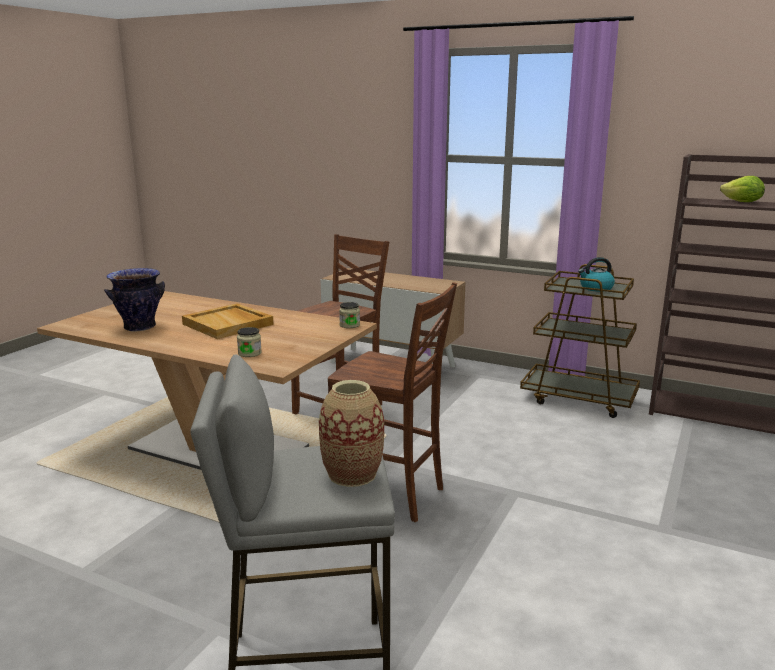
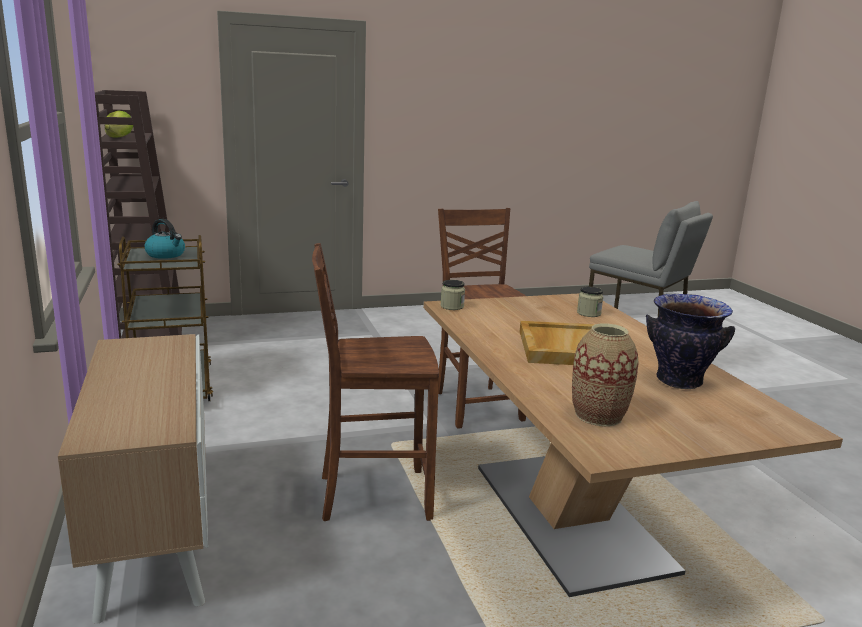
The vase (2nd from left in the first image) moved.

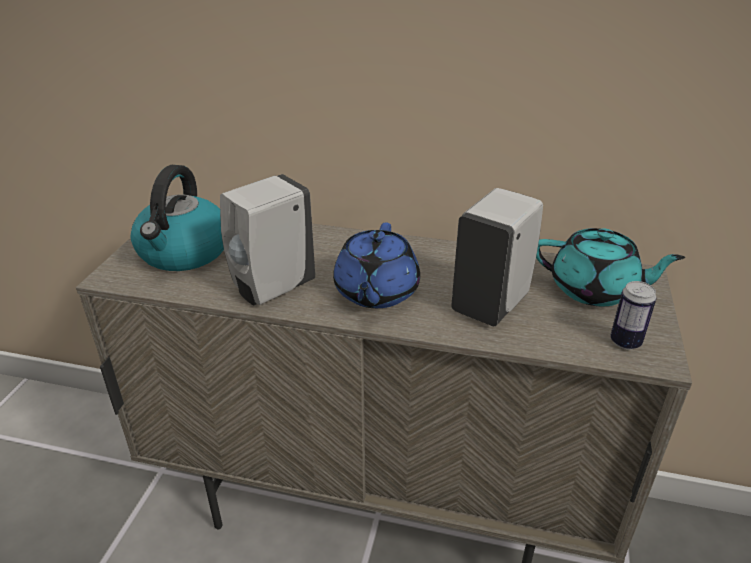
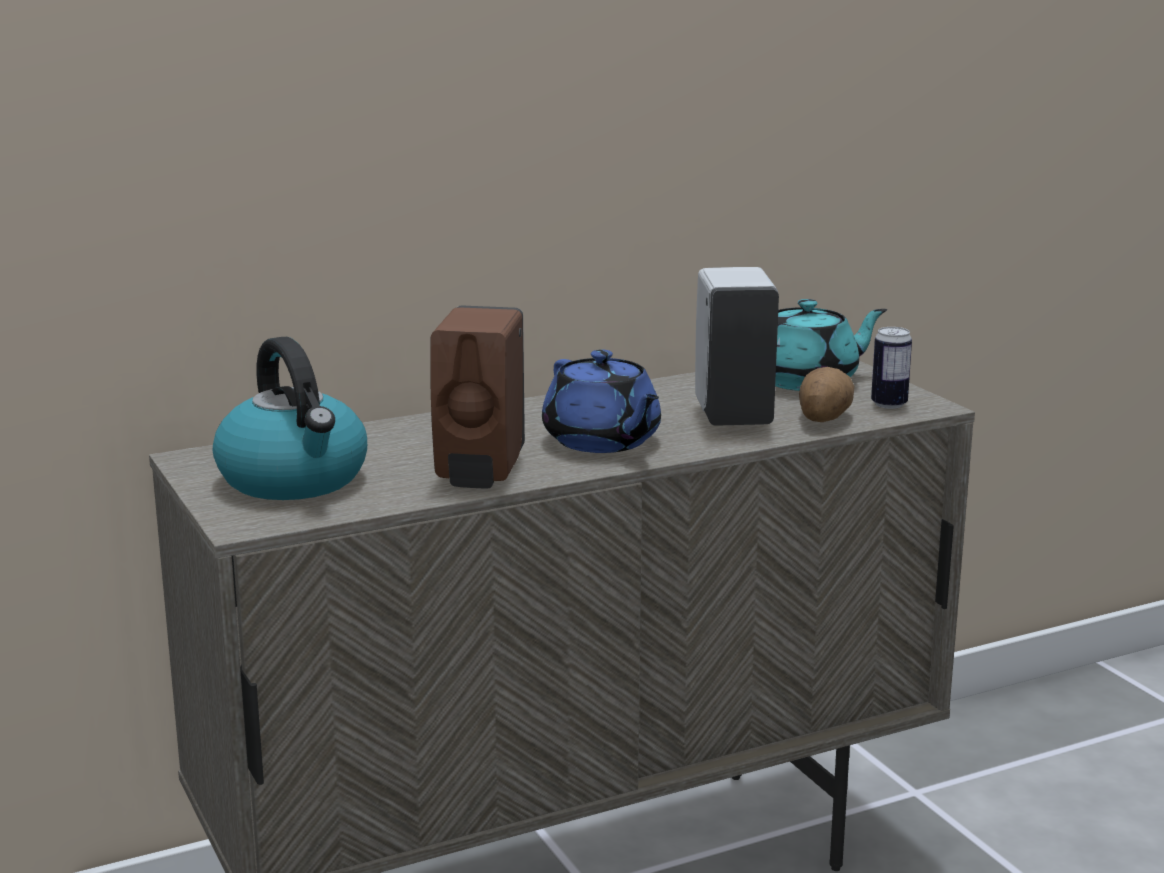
The potato appeared.
The white-coloured_soap_bottle (1st from left) became the brown_soap_bottle.

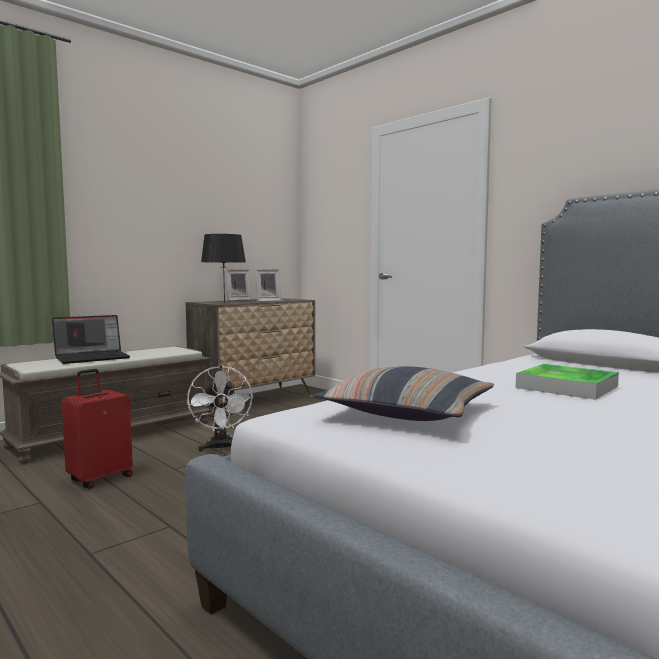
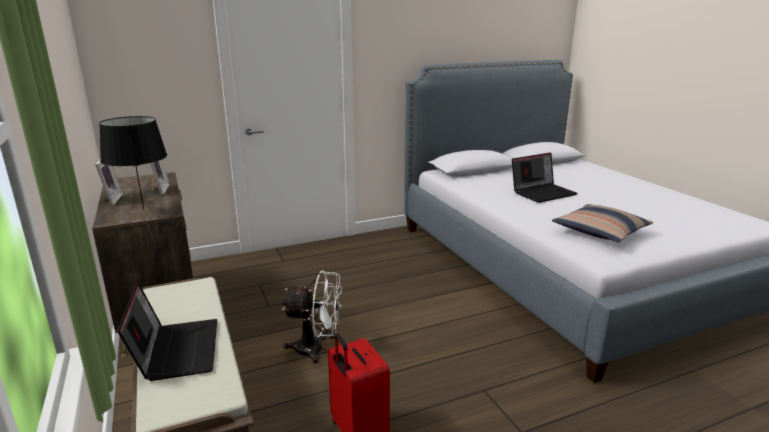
The serving_tray was replaced by the notebook_computer (2nd from left).

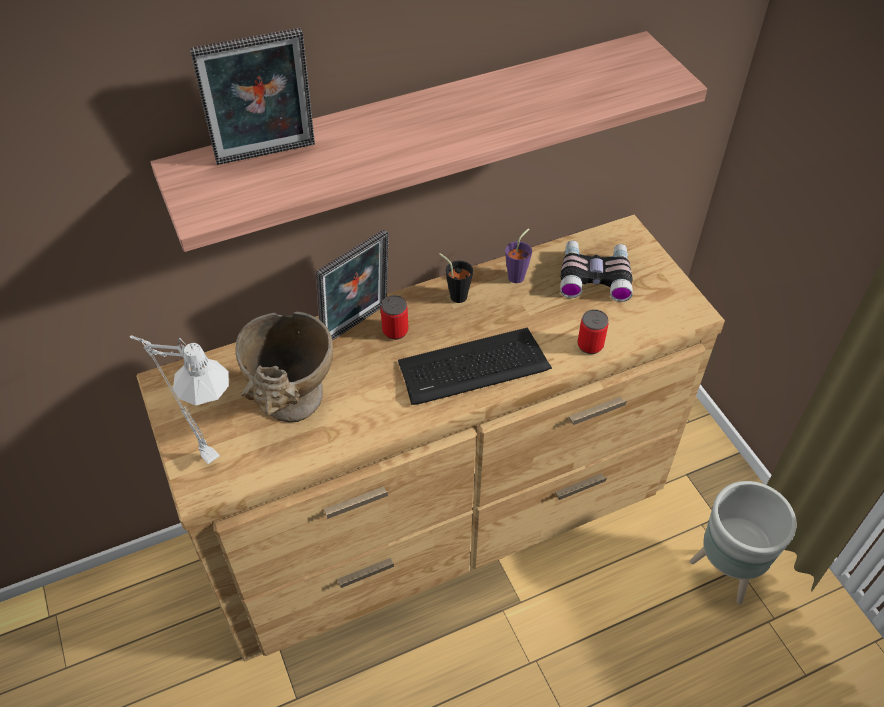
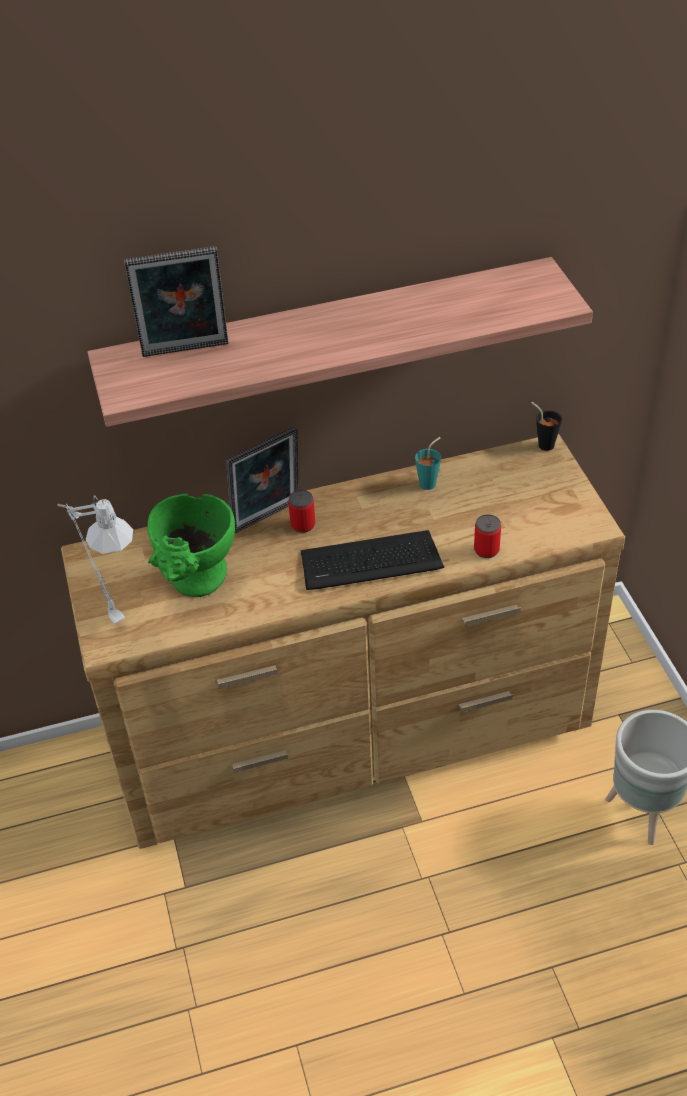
The pair_of_binoculars disappeared.
The black-coloured_cup moved.
The sand-coloured_vase became the green_vase.
The purplish_cup became the turquoise-coloured_cup.

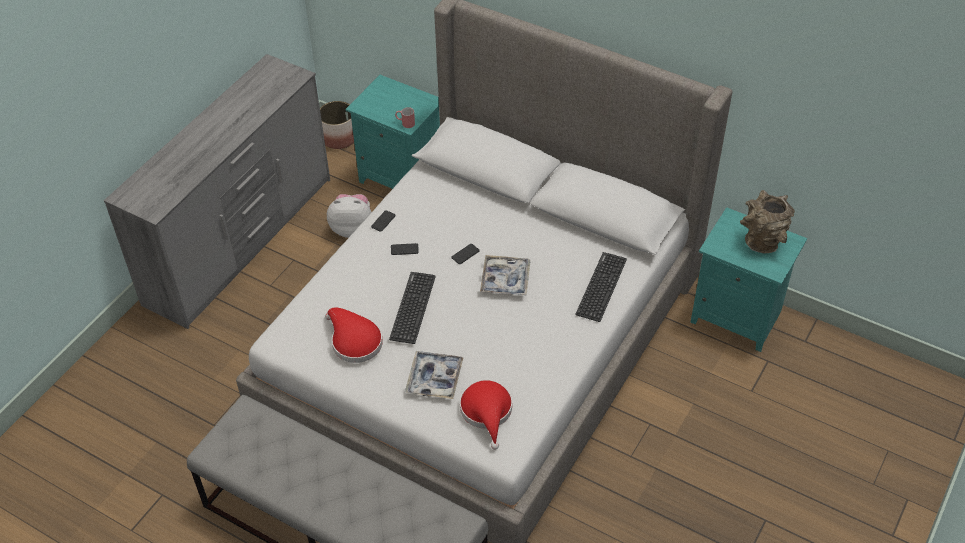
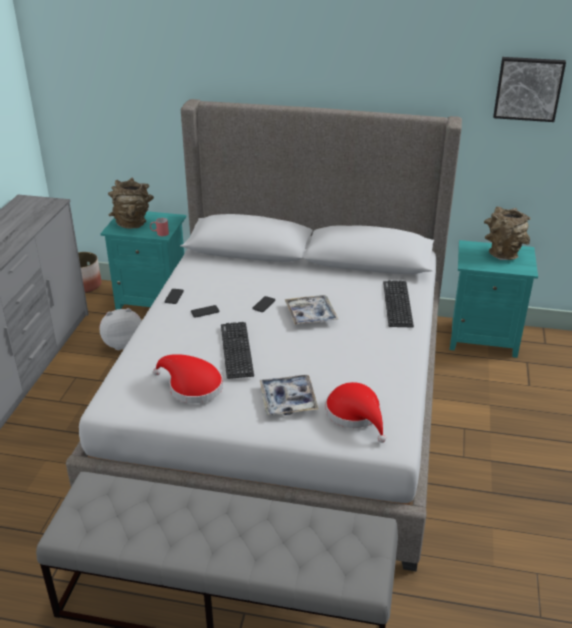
The brown_vase (1st from left) appeared.
The wall_picture appeared.

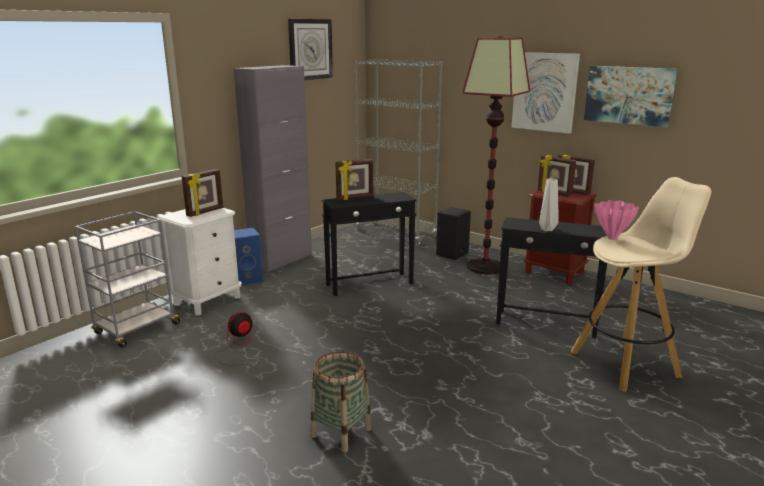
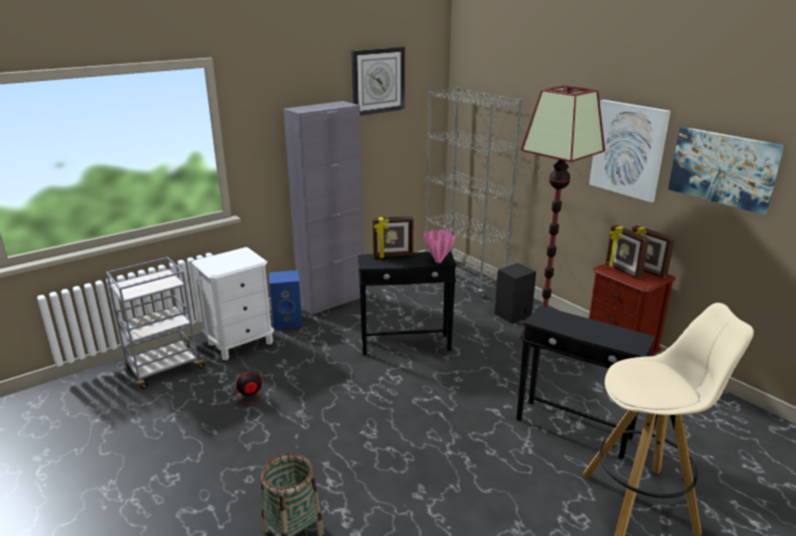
The picture_frame (1st from left) disappeared.
The greyish_vase disappeared.
The pink-coloured_vase moved.

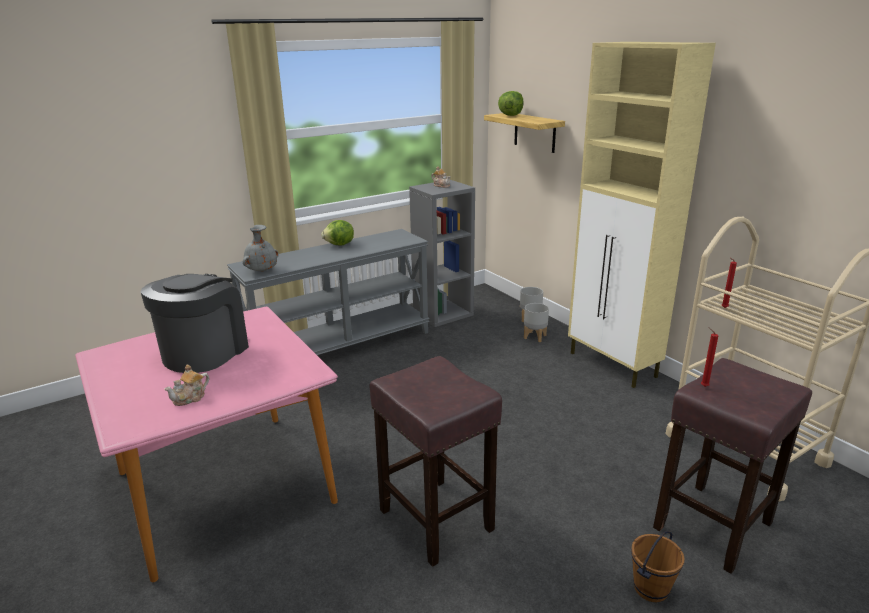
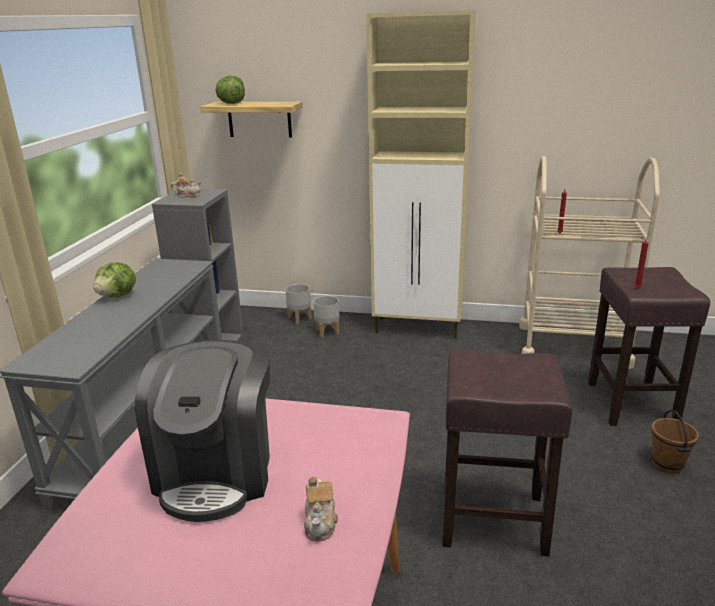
The greyish_vase disappeared.
The coffee_maker turned 150 degrees counterclockwise.

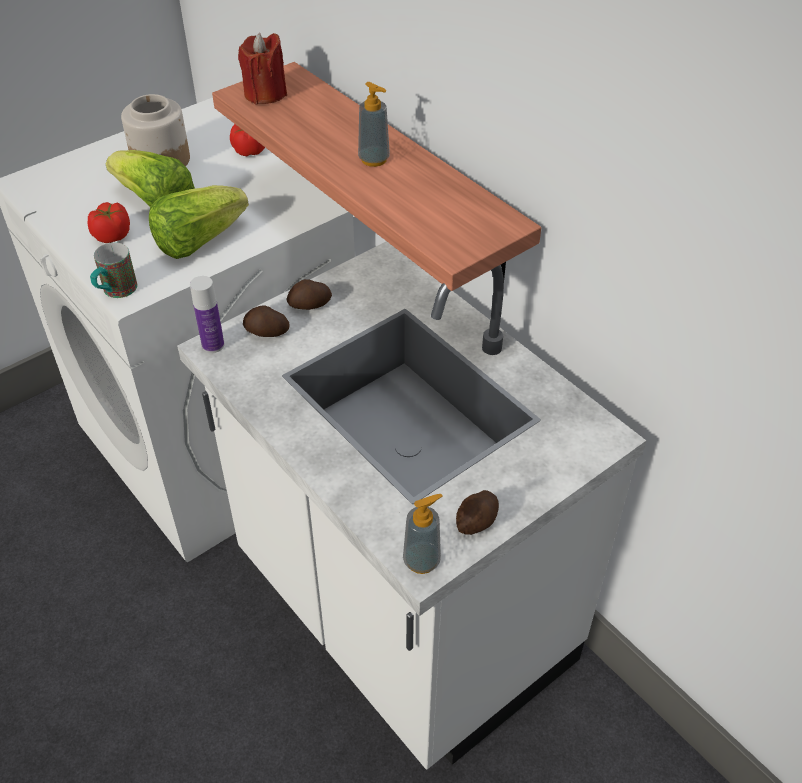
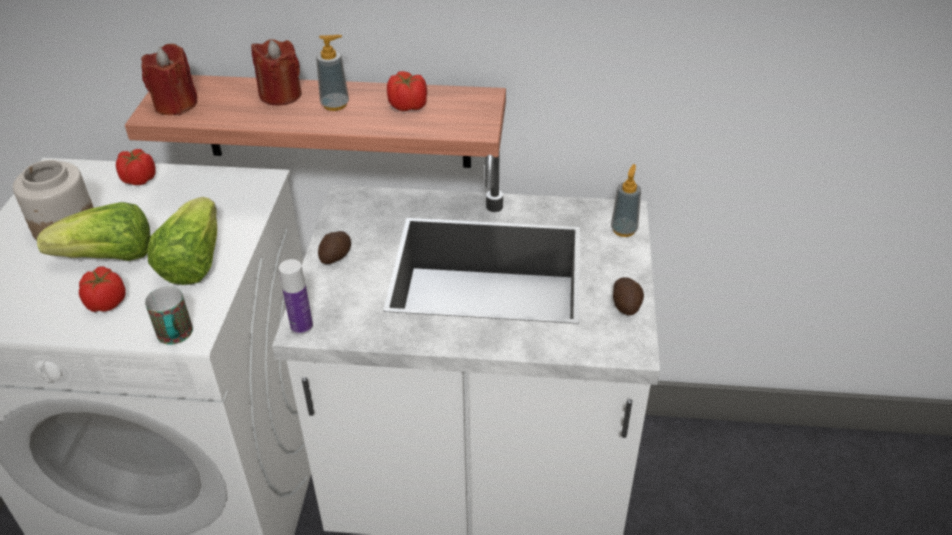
The potato (1st from left) disappeared.
The red-coloured_wax_light (2nd from left) appeared.
The tomato (3rd from left) appeared.
The soap_bottle (2nd from left) moved.

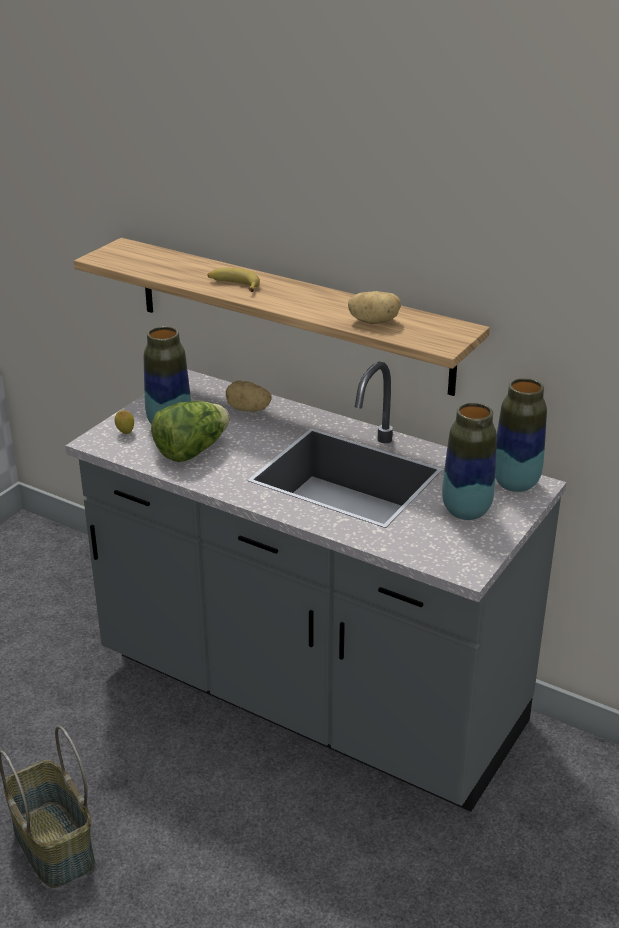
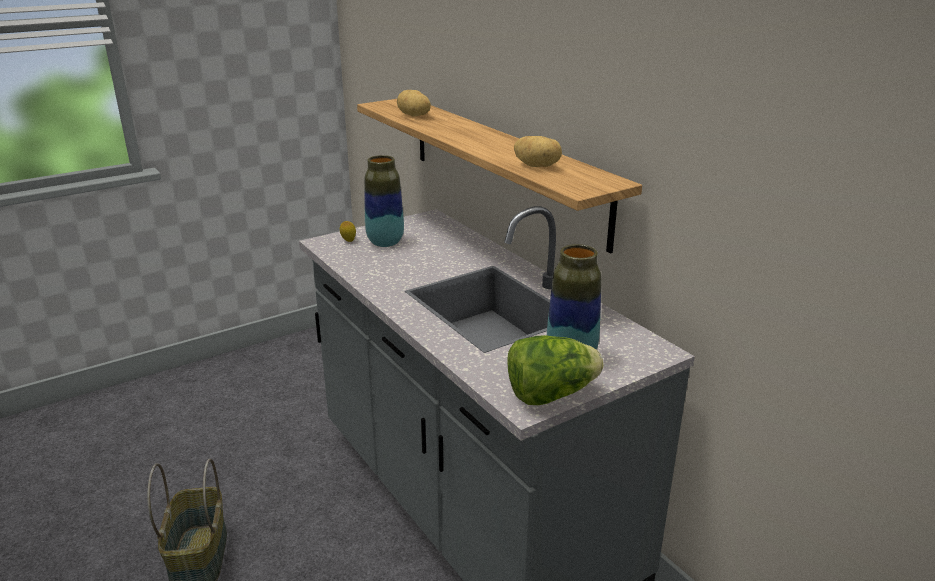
The banana_fruit disappeared.
The vase (3rd from left) disappeared.
The lettuce moved.
The potato (1st from left) moved.

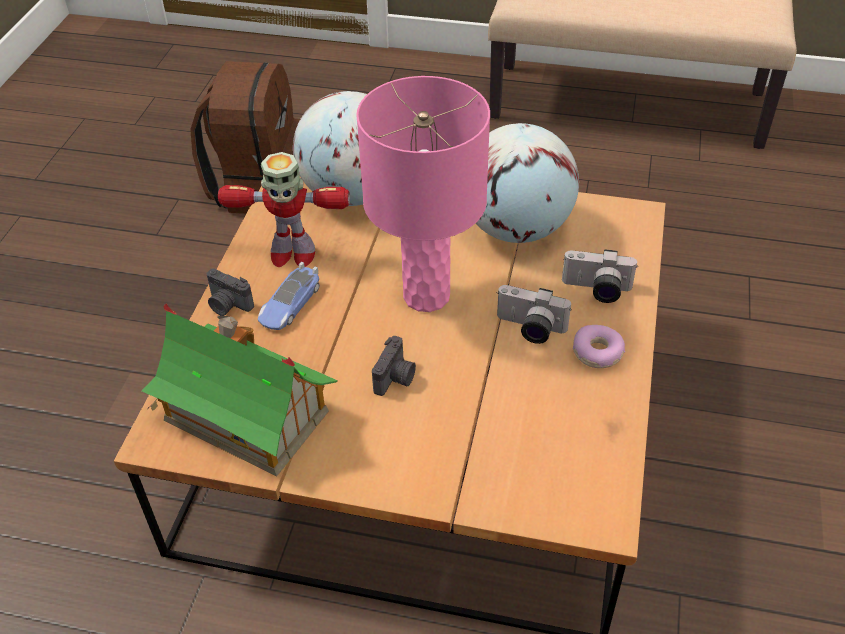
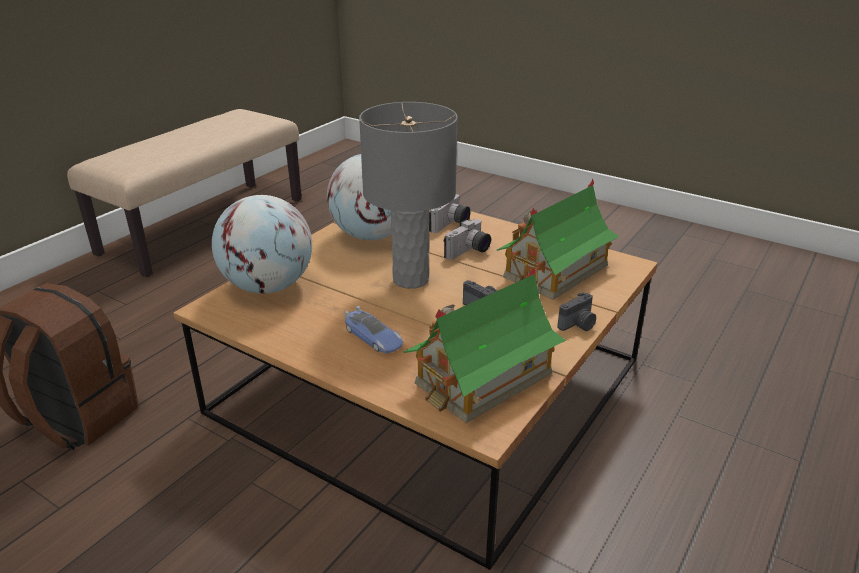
The robot_figure disappeared.
The donut disappeared.
The toy_house (2nd from left) appeared.
The still_camera (1st from left in the first image) moved.
The pink-coloured_table_lamp became the greyish_table_lamp.

